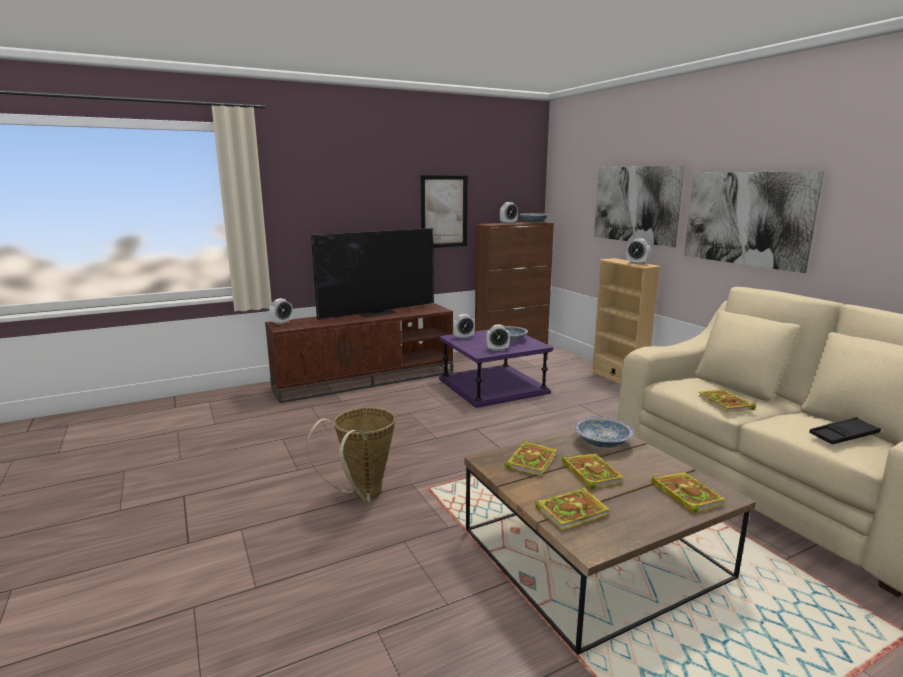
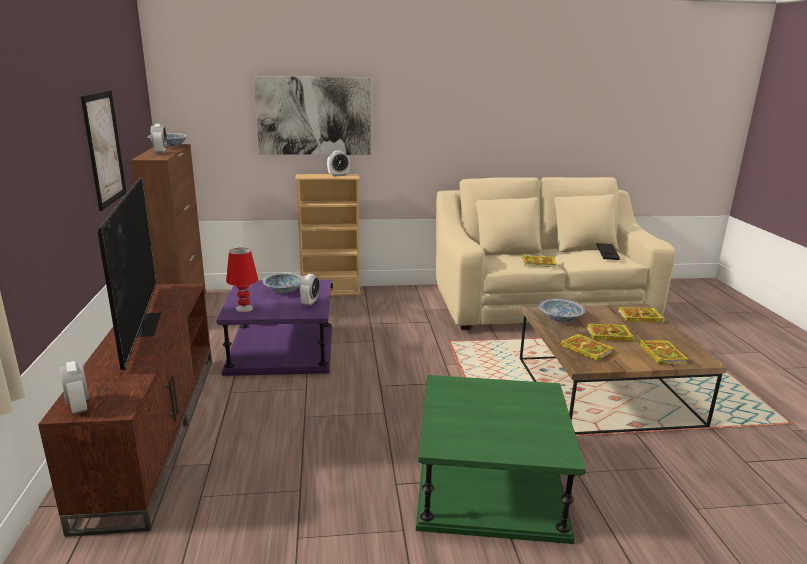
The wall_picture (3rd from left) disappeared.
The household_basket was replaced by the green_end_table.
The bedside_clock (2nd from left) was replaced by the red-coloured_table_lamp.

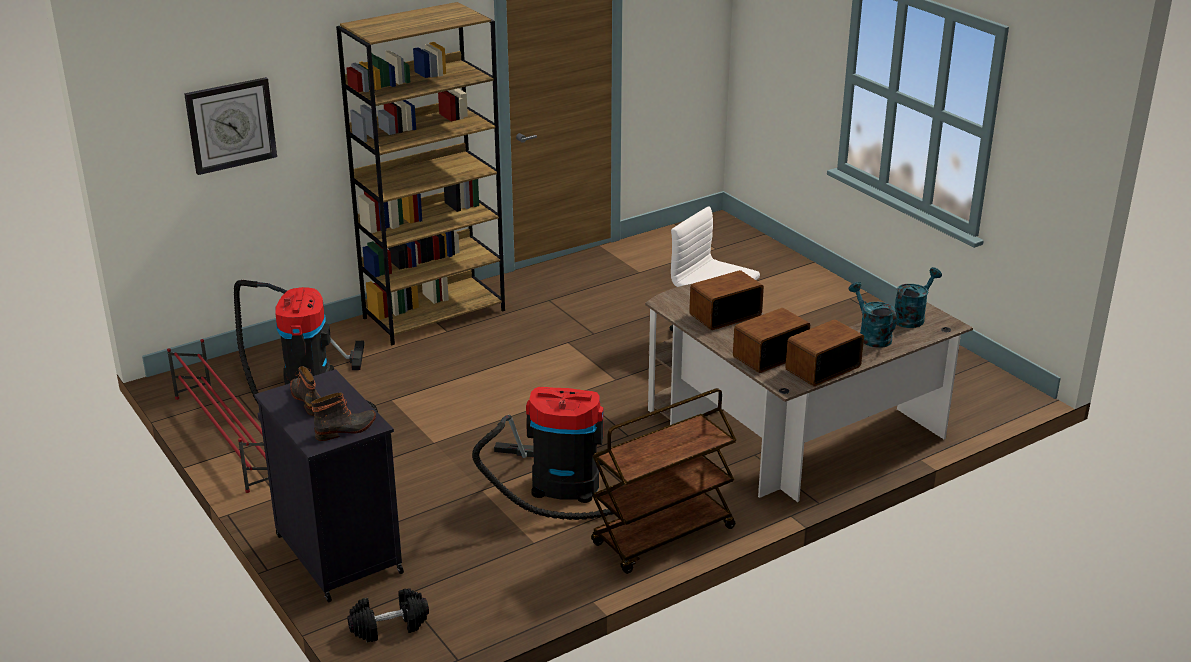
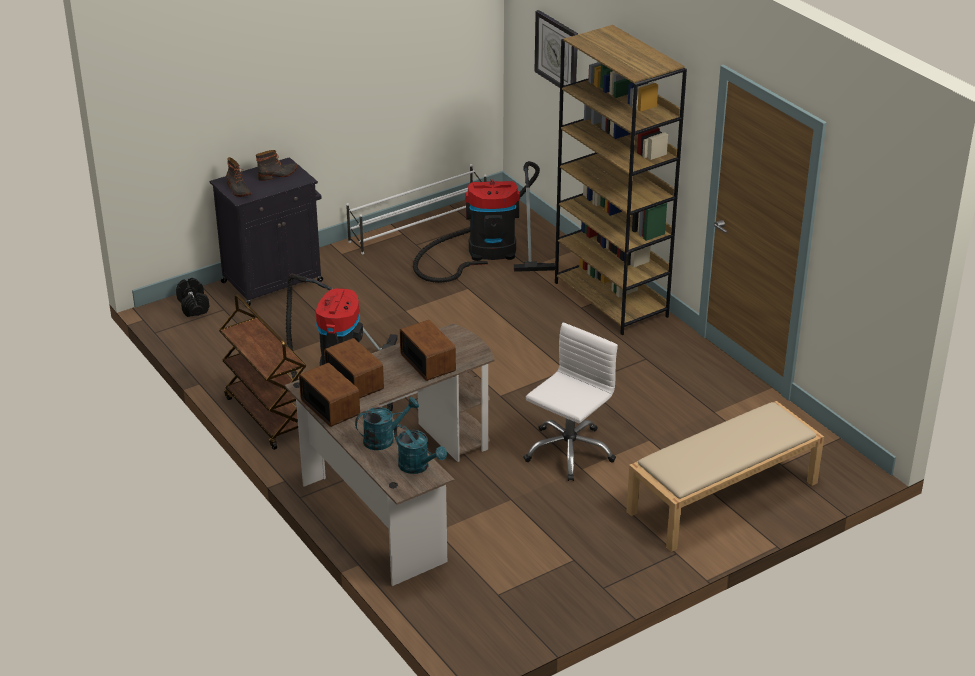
The sand-coloured_indoor_bench appeared.
The red-coloured_shoe_rack became the white-coloured_shoe_rack.

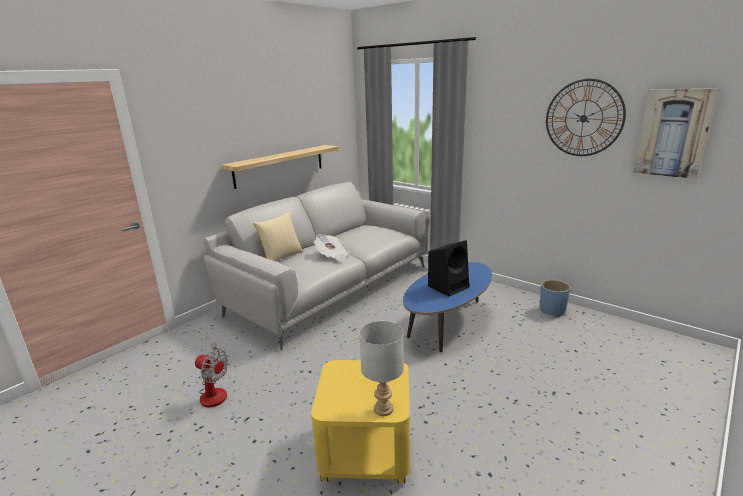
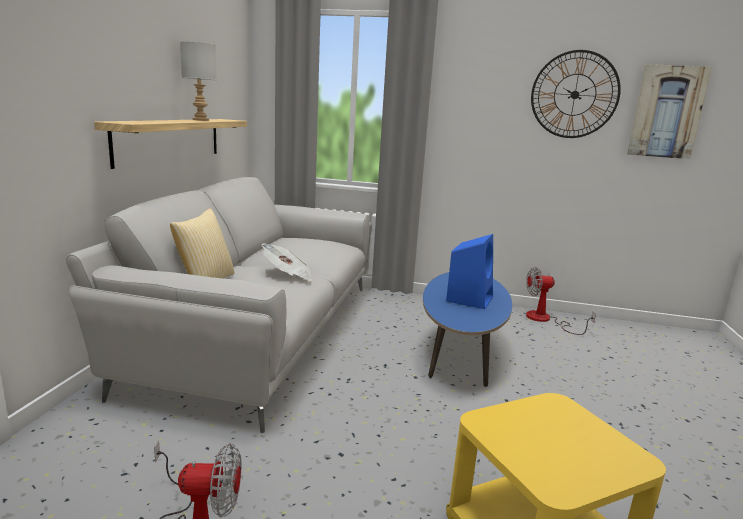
The greyish_table_lamp moved.
The blue-coloured_planter was replaced by the fan (2nd from left).
The black-coloured_speaker became the blue-coloured_speaker.

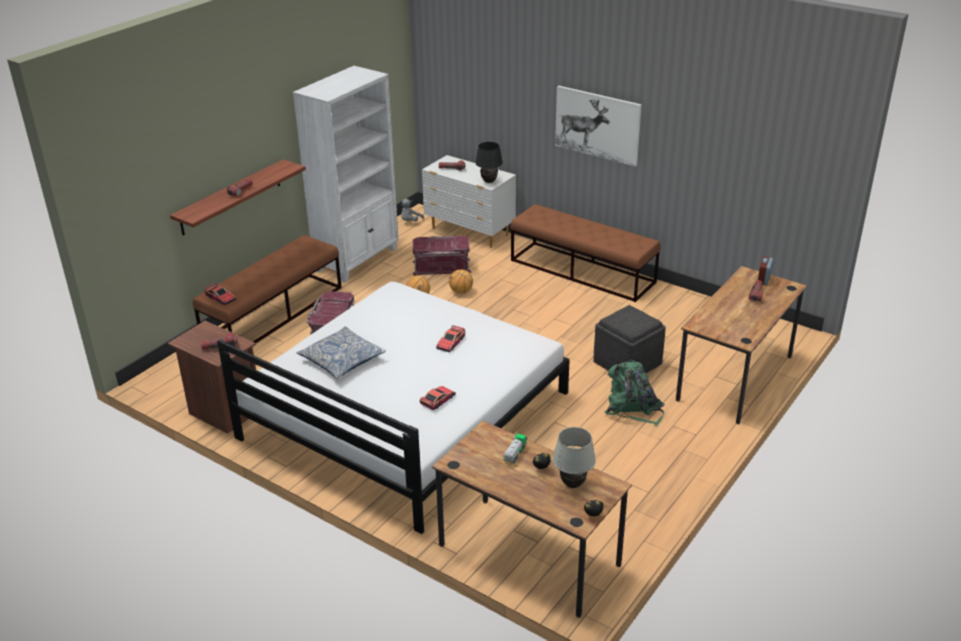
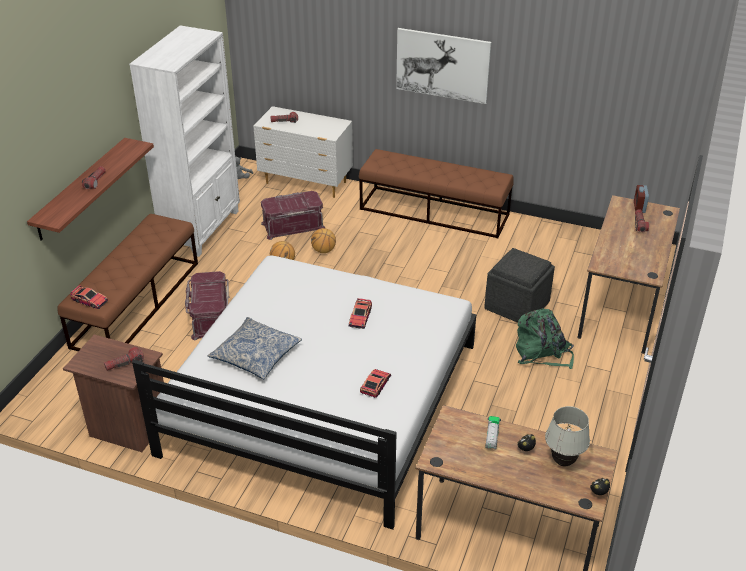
The black-coloured_table_lamp disappeared.

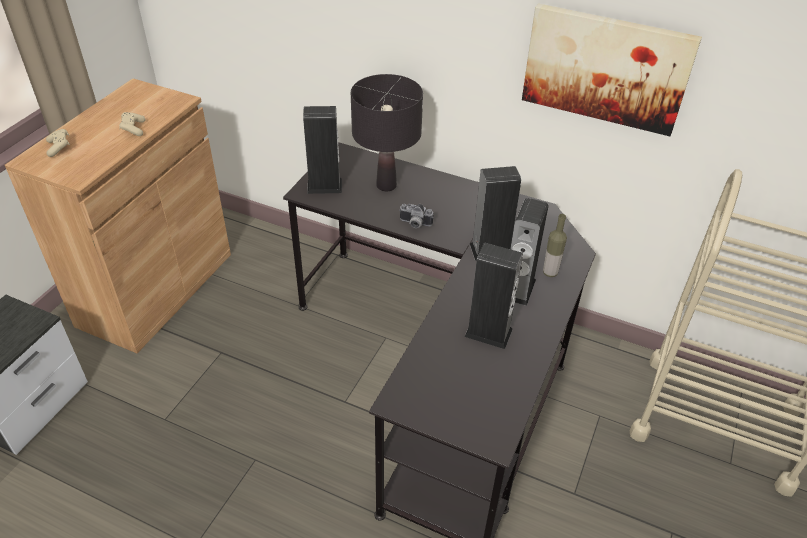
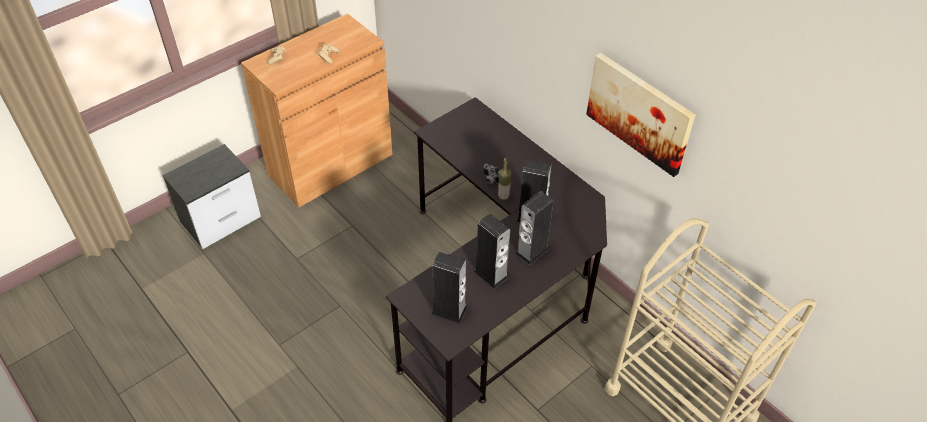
The black-coloured_table_lamp disappeared.
The speaker (1st from left) moved.
The beverage_bottle moved.

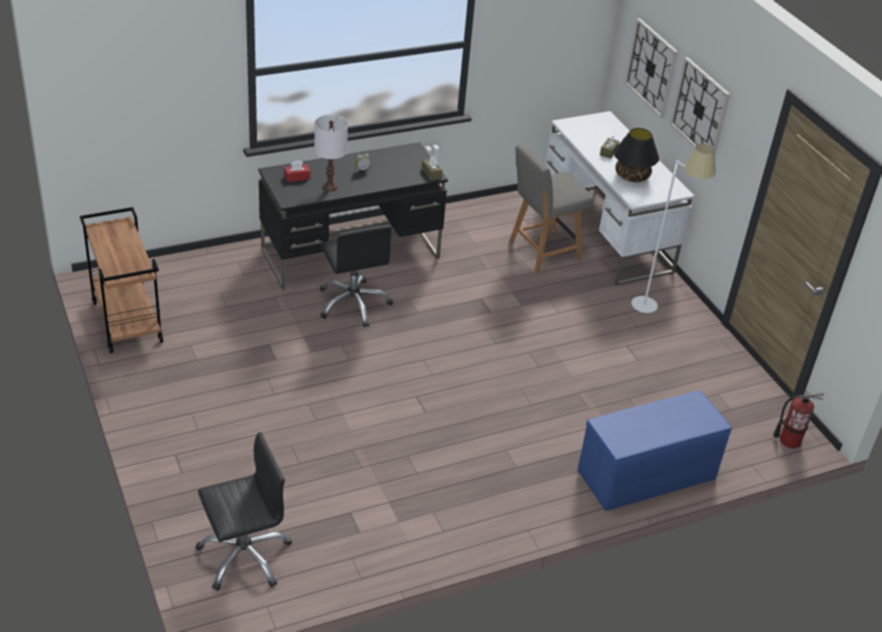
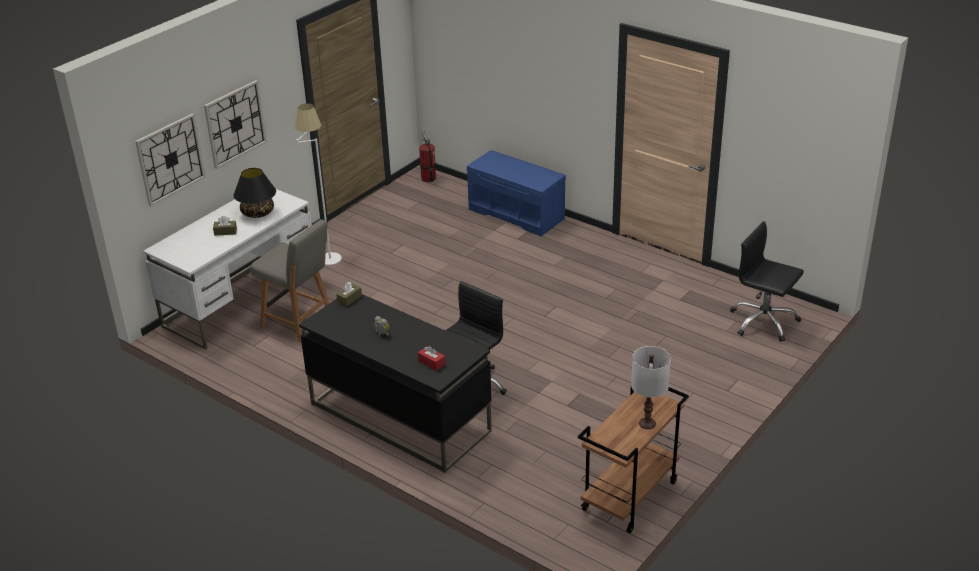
The white-coloured_table_lamp moved.

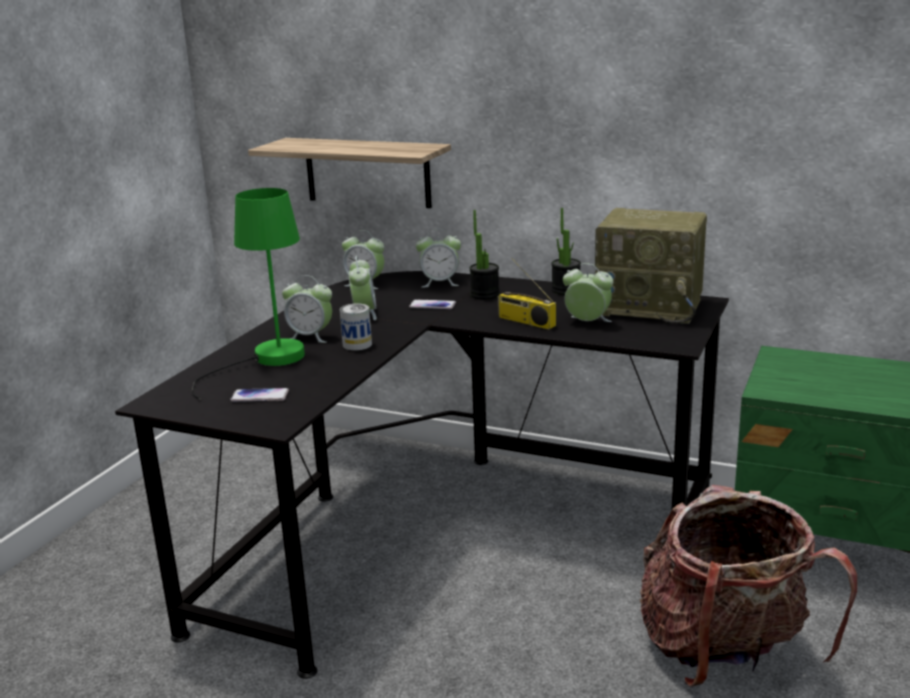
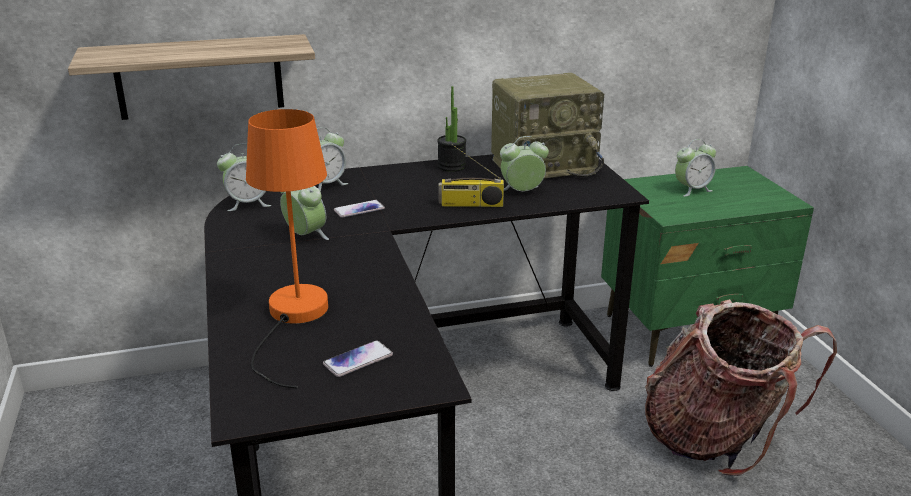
The sealed_can disappeared.
The houseplant (1st from left) disappeared.
The bedside_clock (1st from left in the first image) moved.
The green_table_lamp became the orangey_table_lamp.

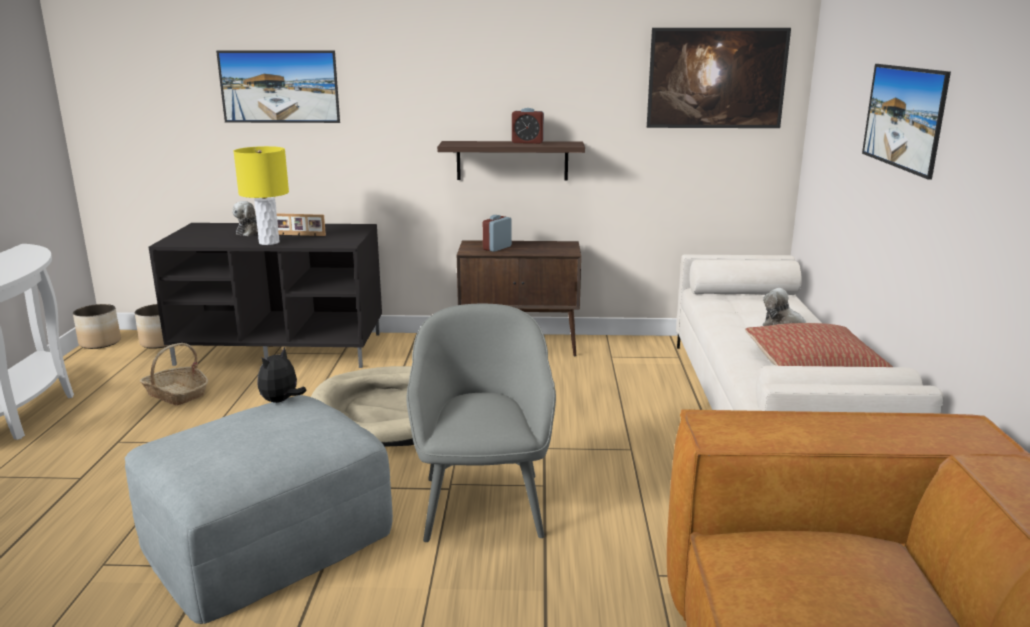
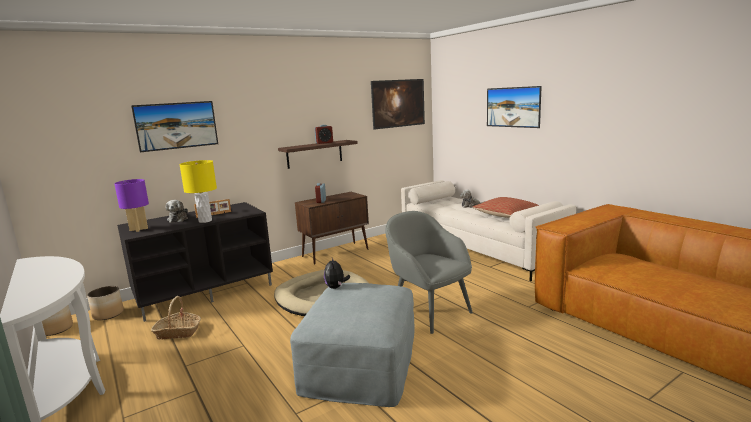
The purplish_table_lamp appeared.

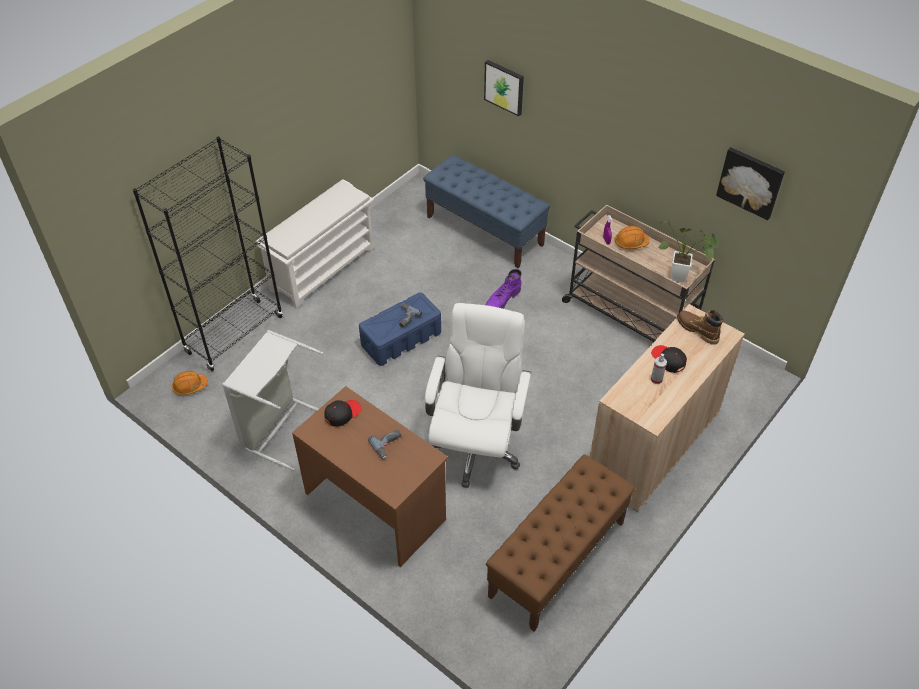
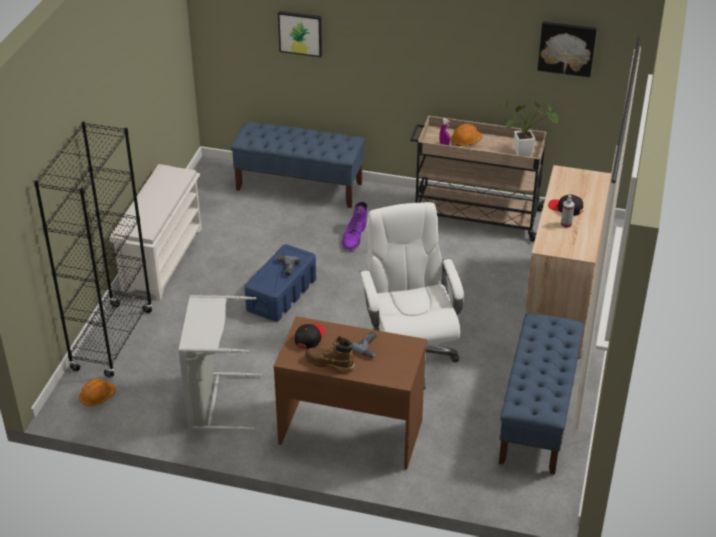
The brown_high-top_boot moved.
The brown_indoor_bench became the blue-coloured_indoor_bench (2nd from left).

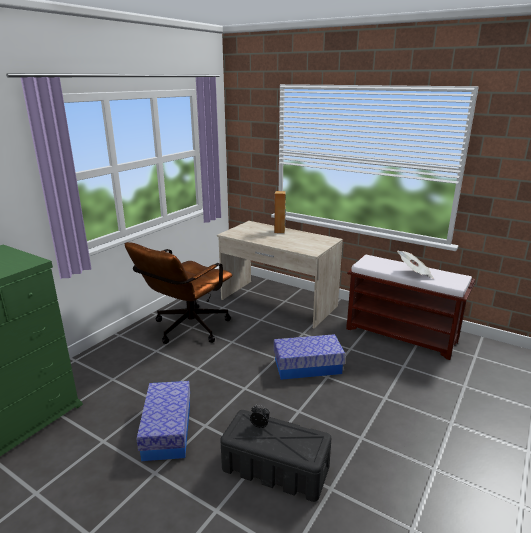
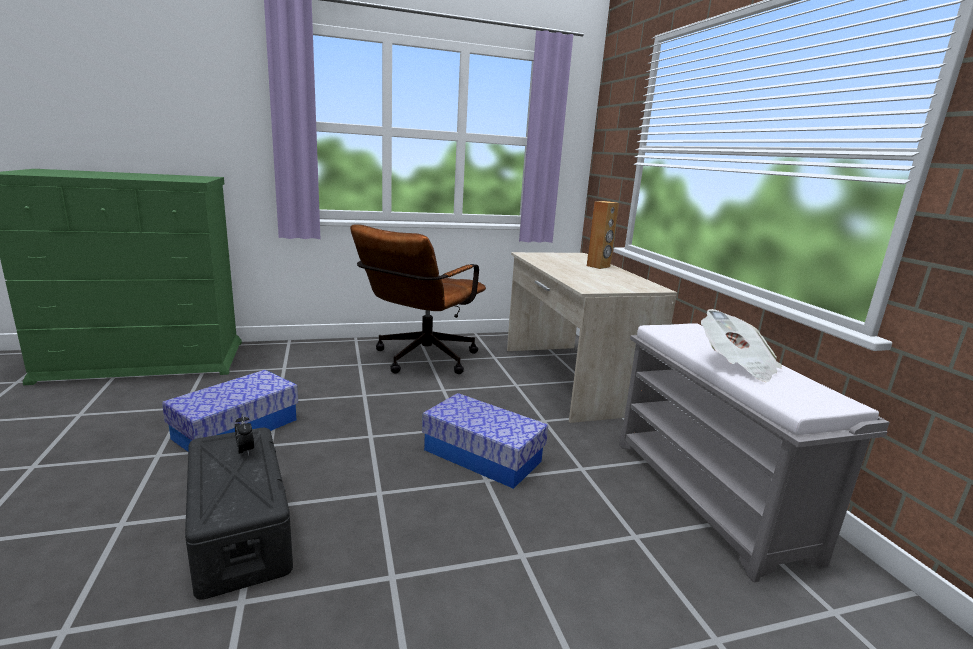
The brown_indoor_bench became the greyish_indoor_bench.
The brown_office_chair turned 45 degrees counterclockwise.

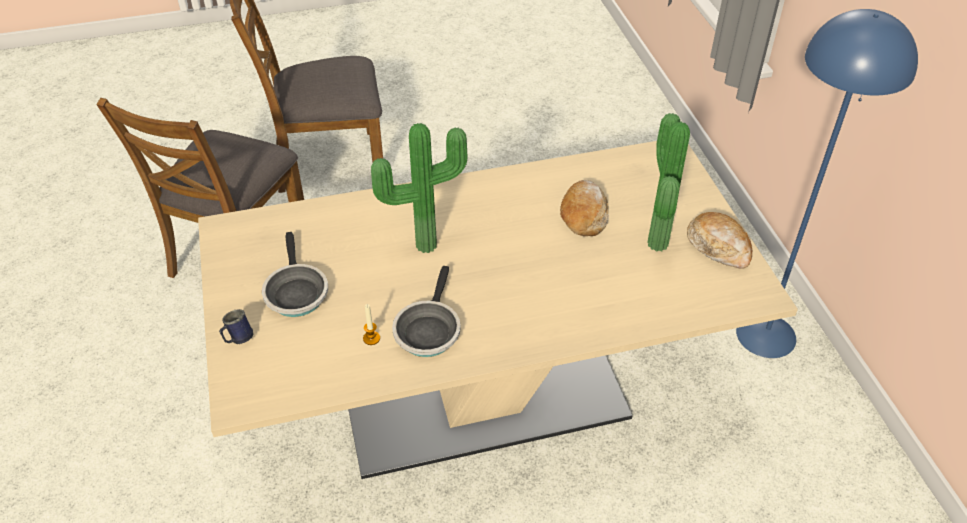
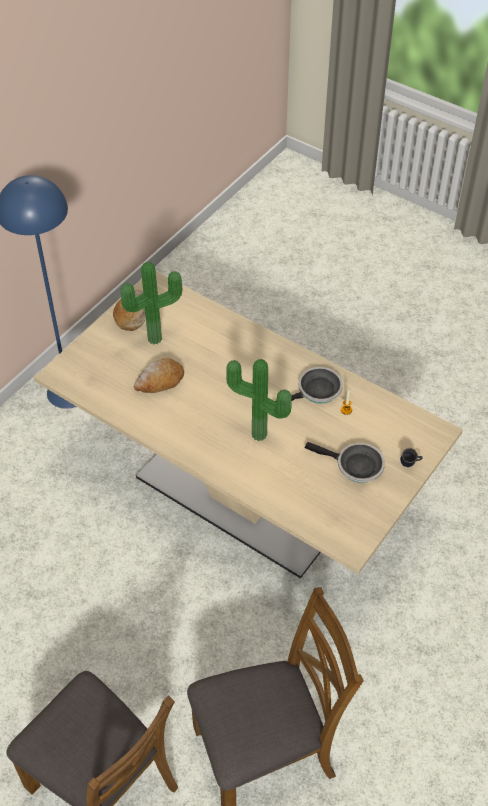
The pan (1st from left in the first image) turned 75 degrees clockwise.

